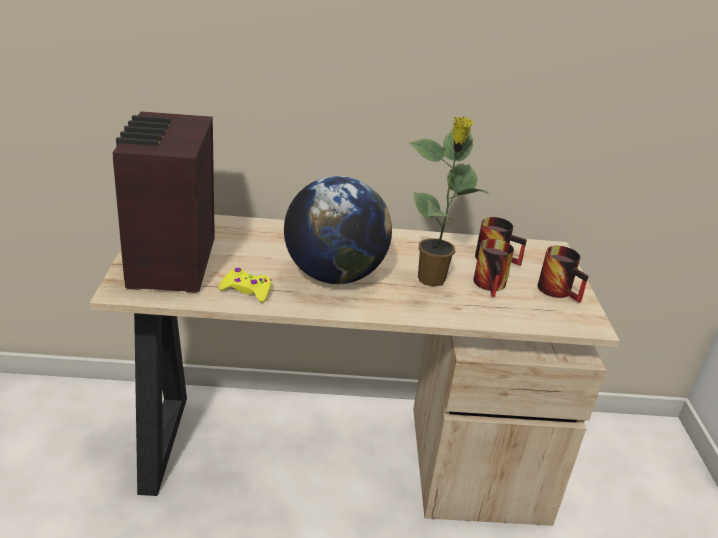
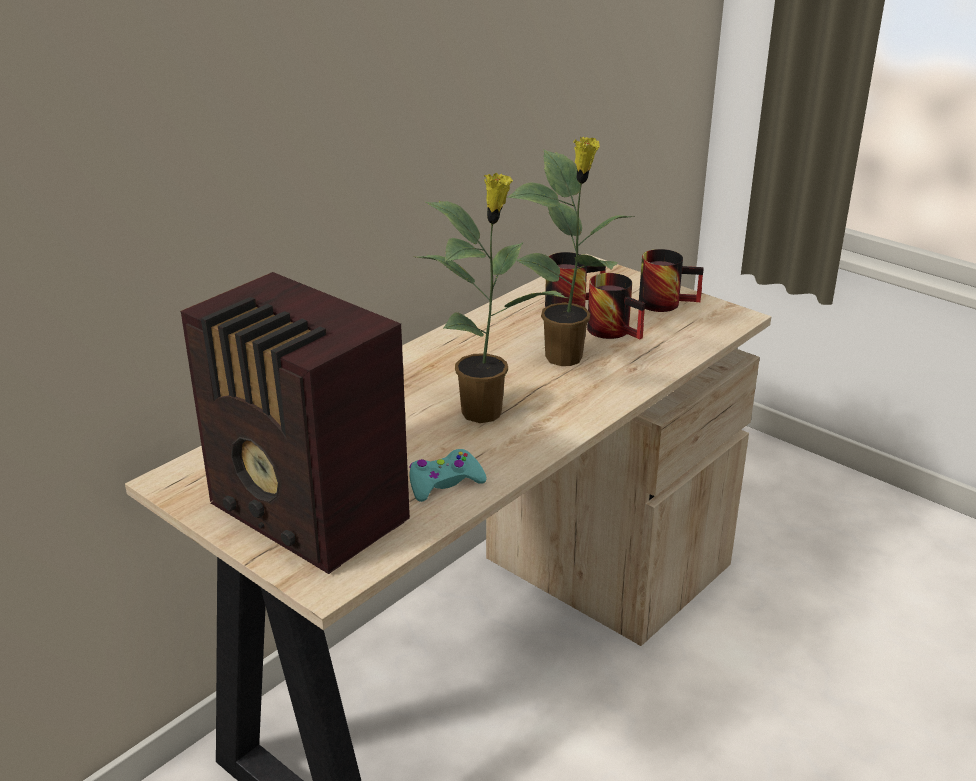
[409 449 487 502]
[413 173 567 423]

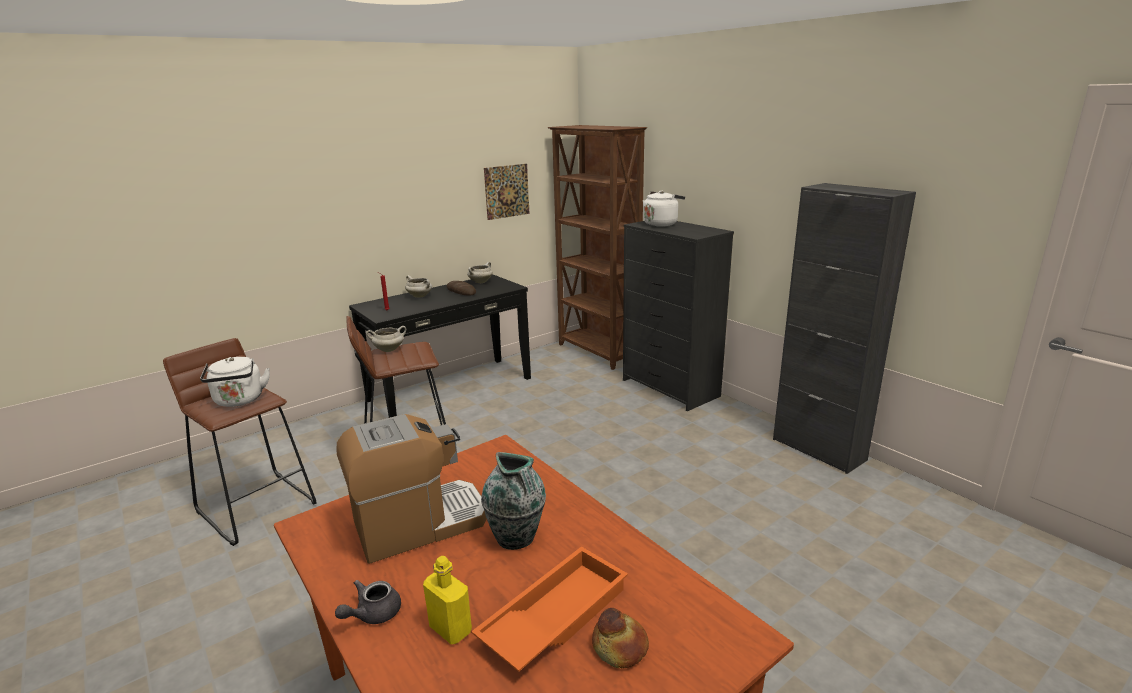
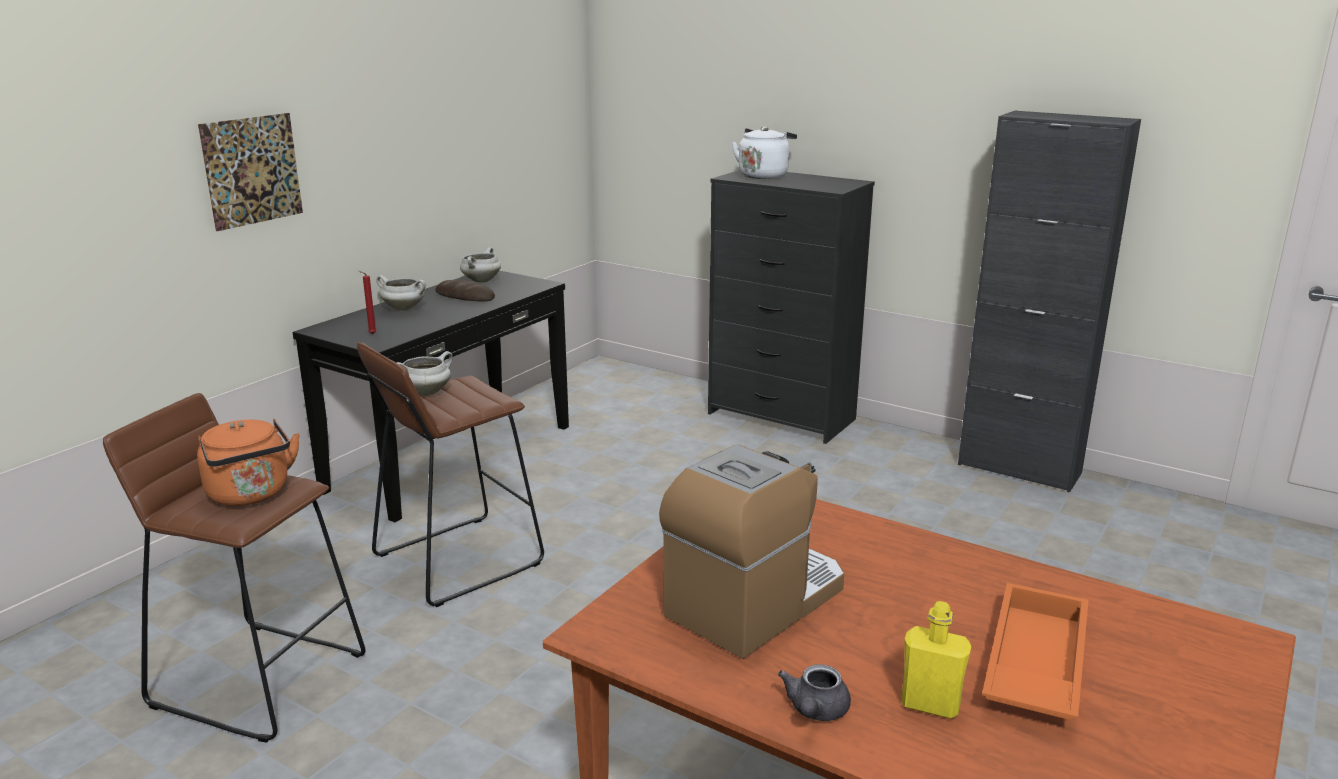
[197 419 300 506]
[481 452 546 550] (first image)
[198 113 303 231]
[548 125 647 370] (first image)
[592 608 649 668] (first image)

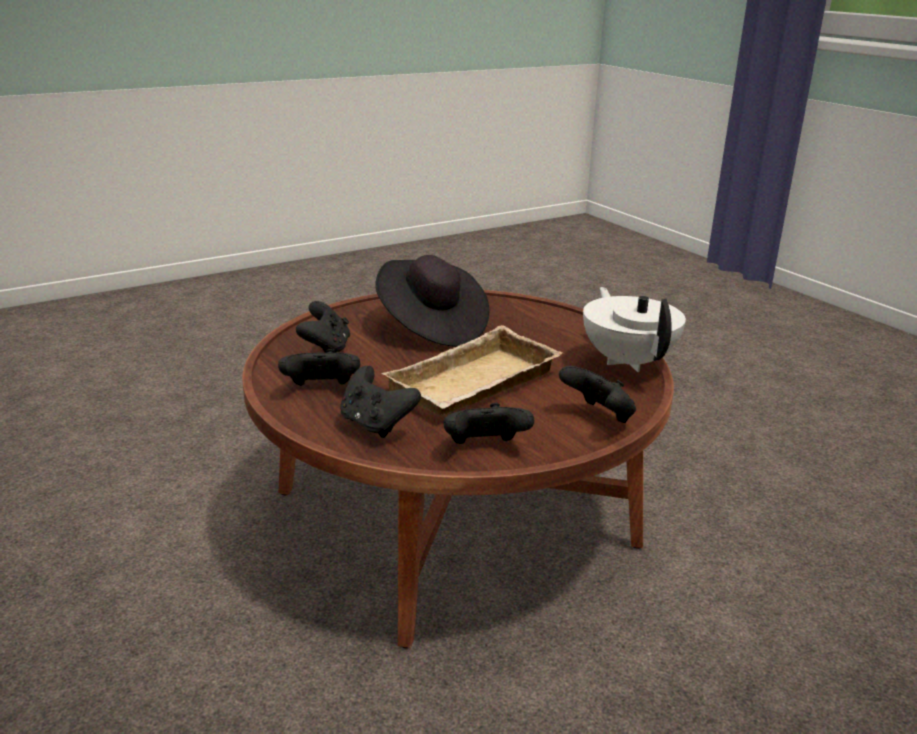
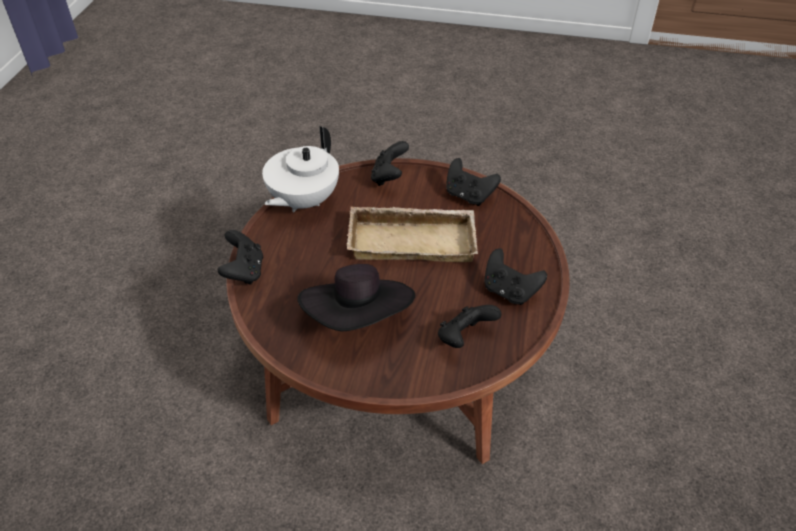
[218 230 263 285]

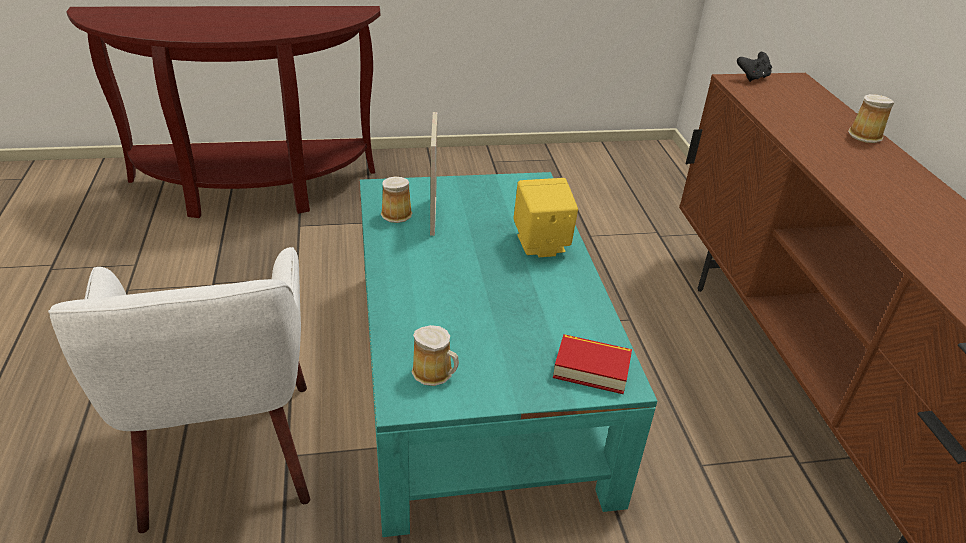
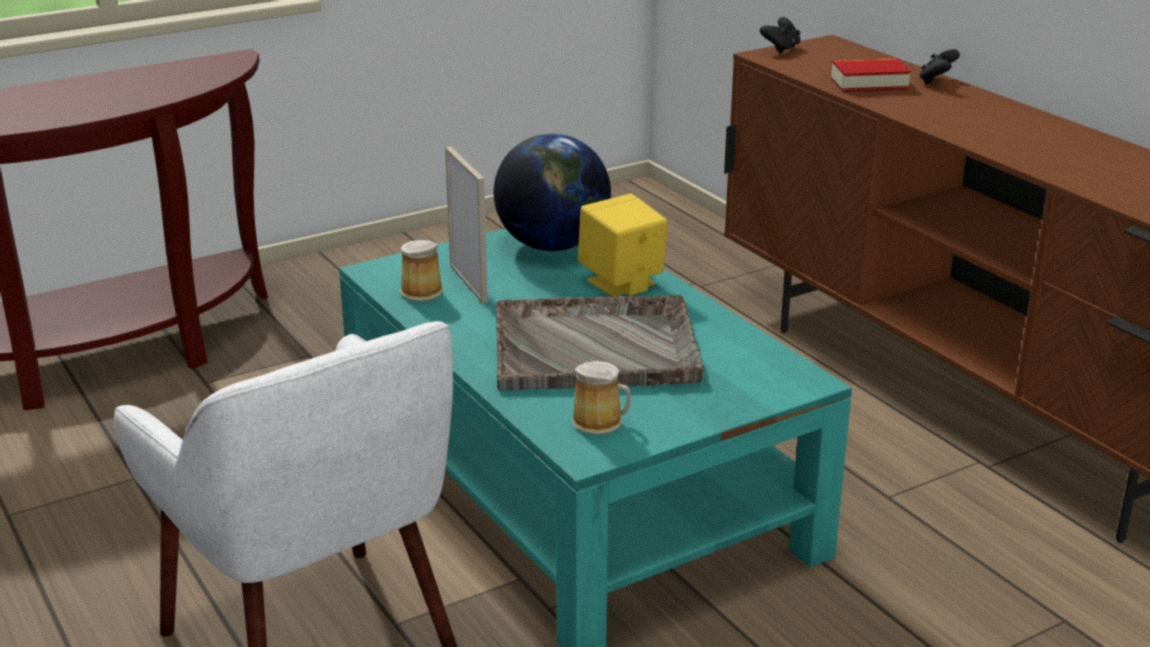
[830 58 911 92]
[919 49 960 85]
[494 134 611 251]
[496 295 704 390]

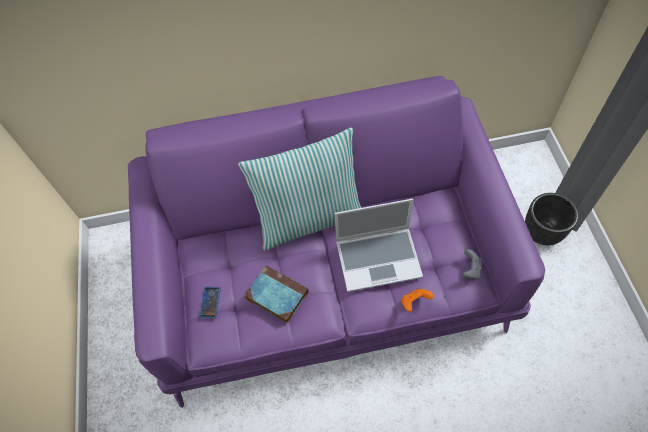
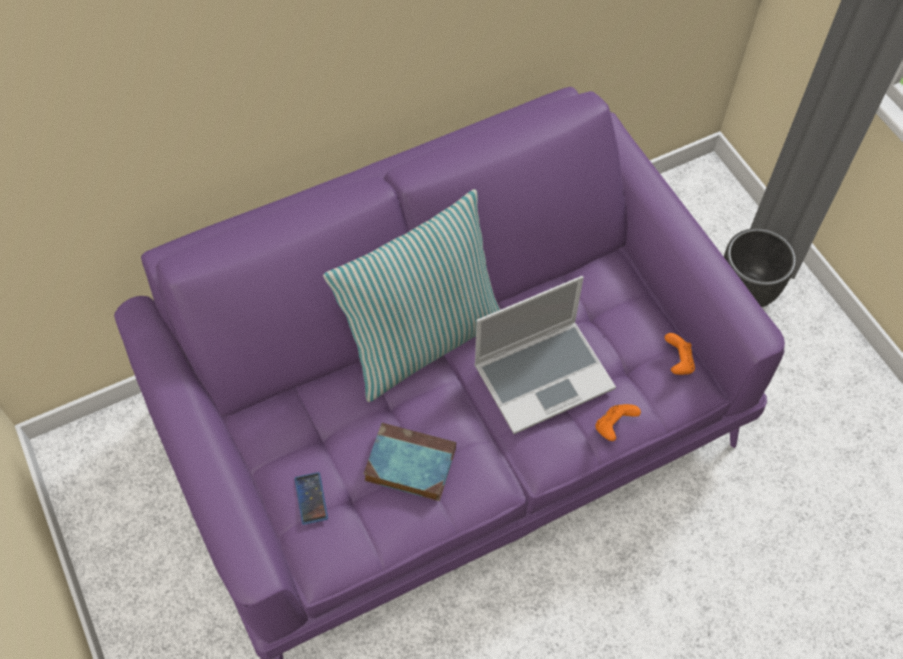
[665 333 695 375]

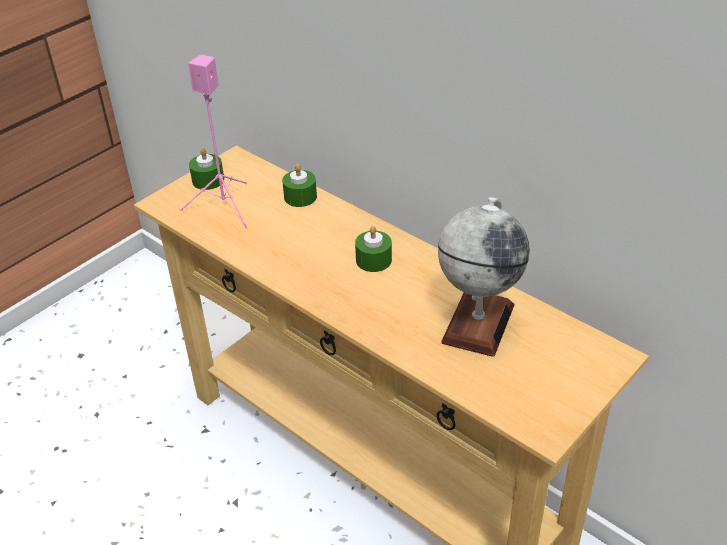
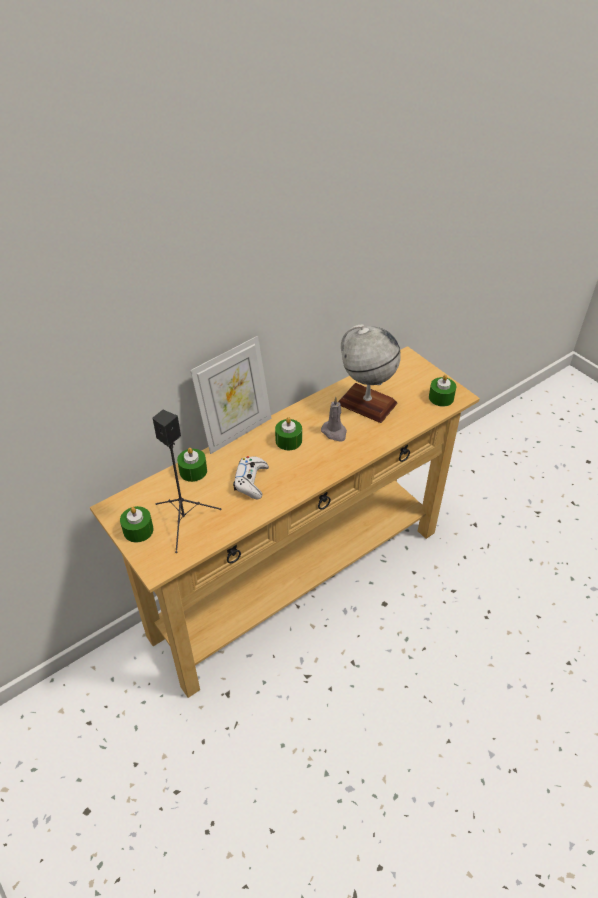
[153 410 222 553]
[190 336 272 454]
[233 456 269 499]
[321 397 347 442]
[429 375 456 407]

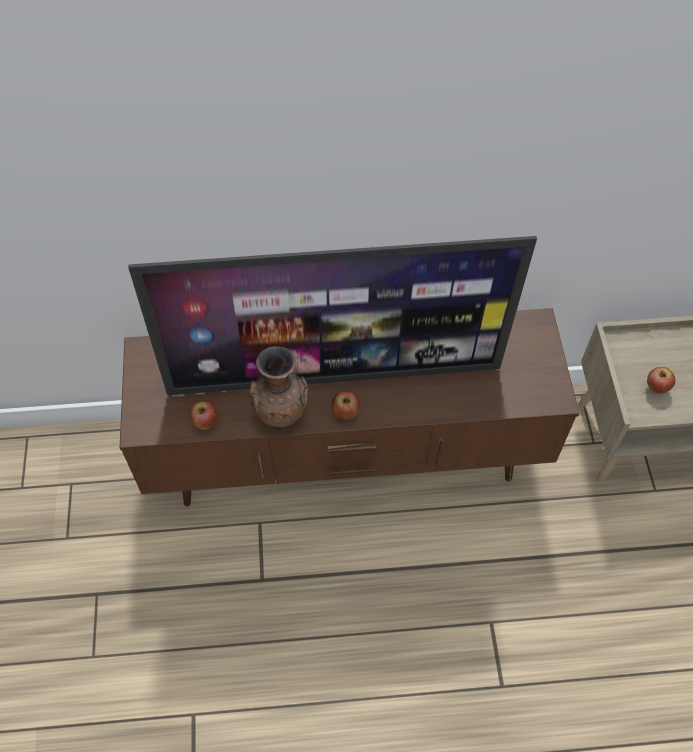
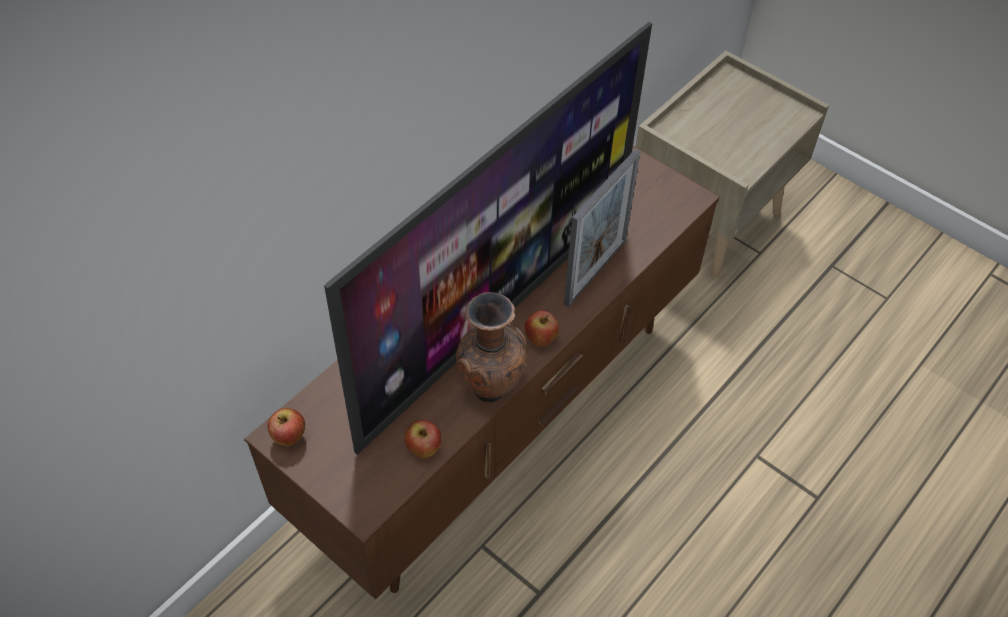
[268 408 305 446]
[564 149 640 307]

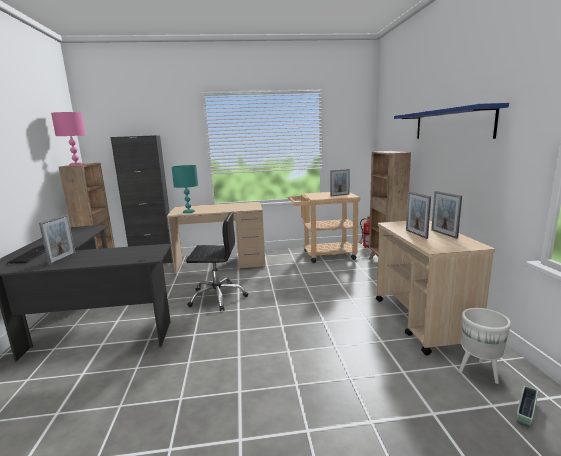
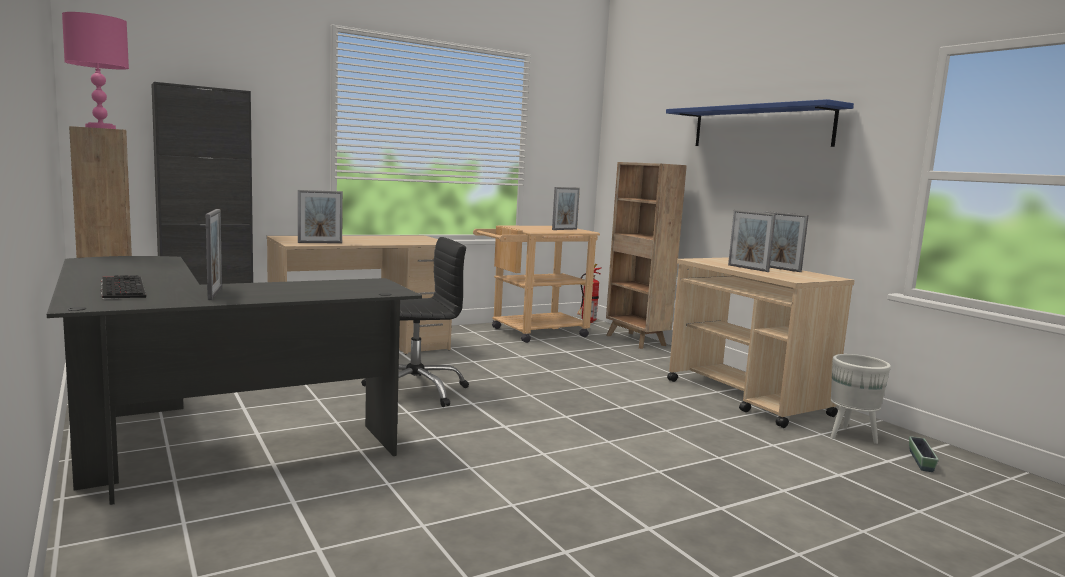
[298 190 343 243]

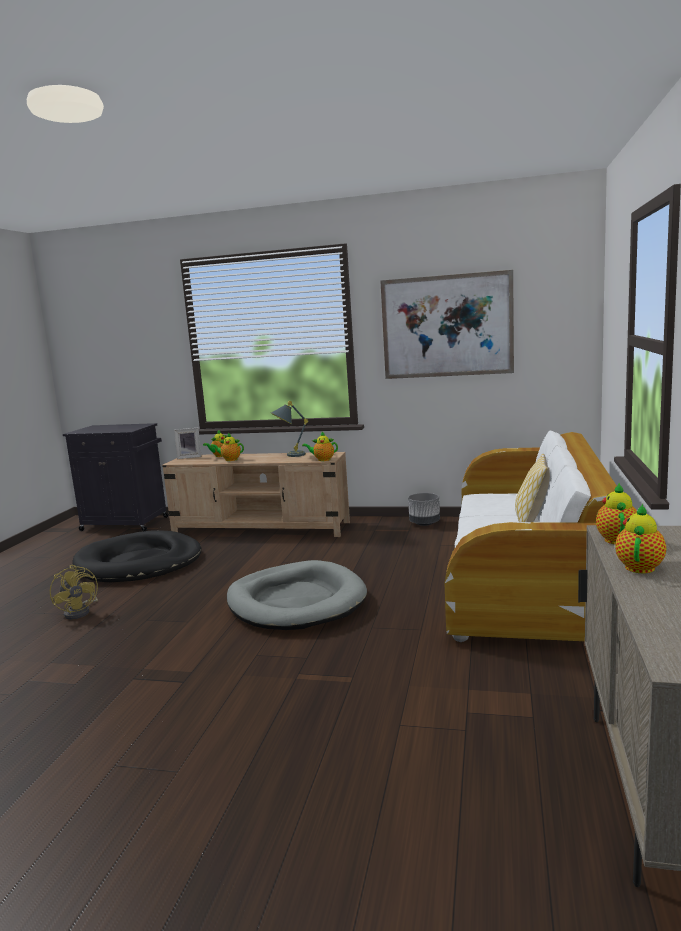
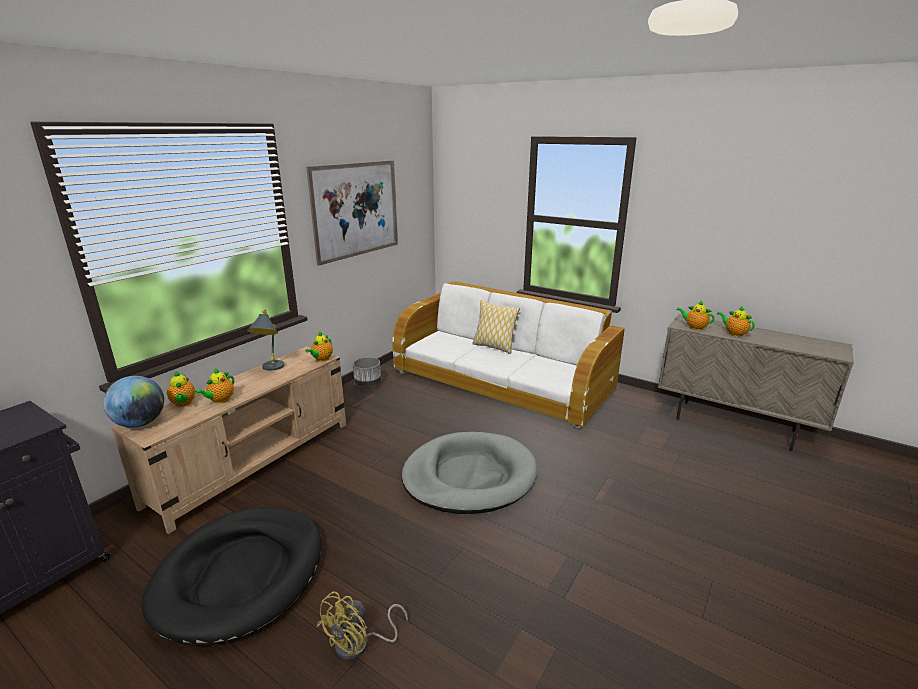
[316 592 408 660]
[103 376 164 428]

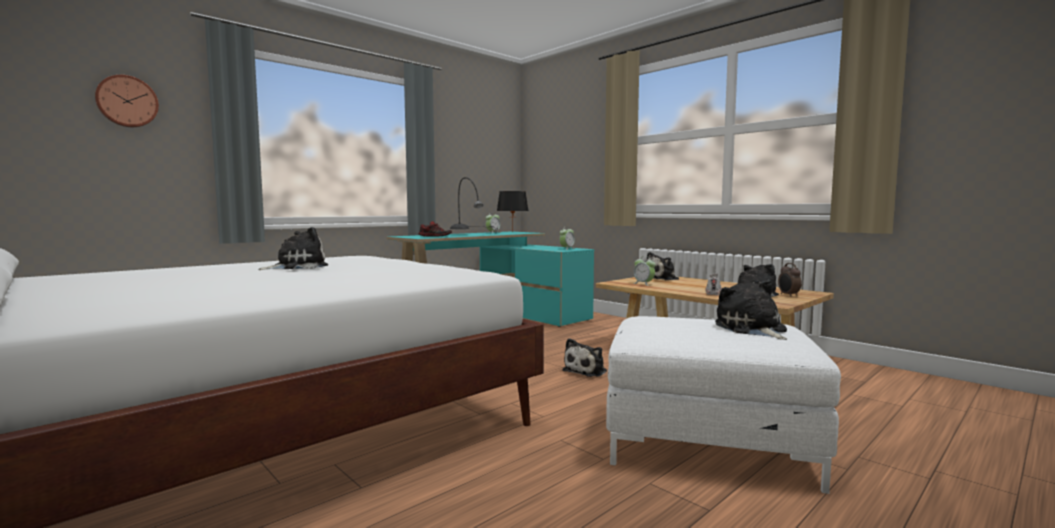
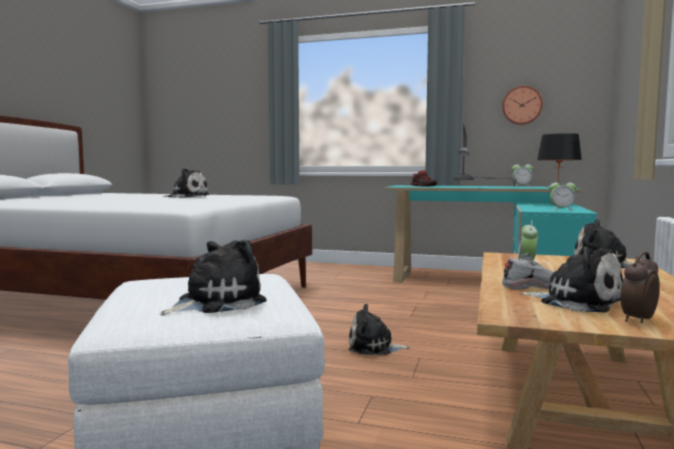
[502 86 543 125]

